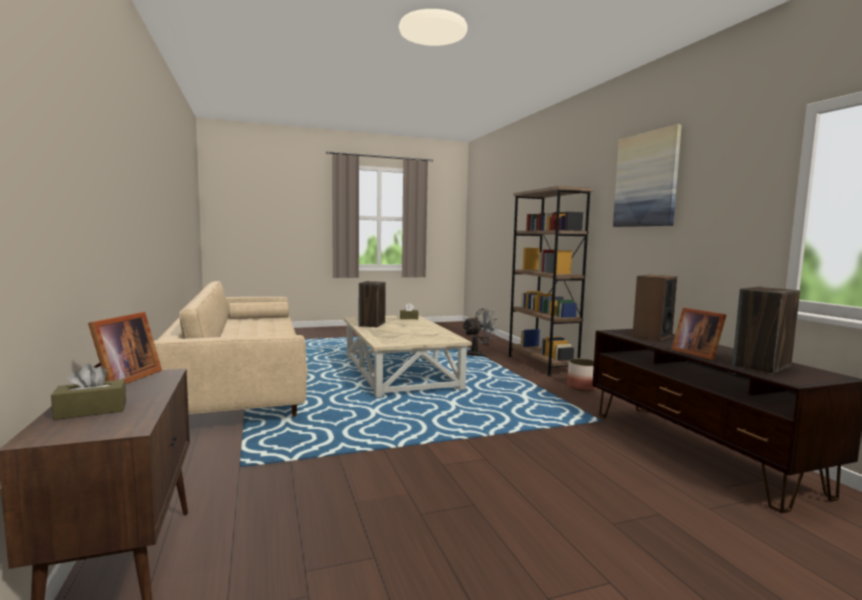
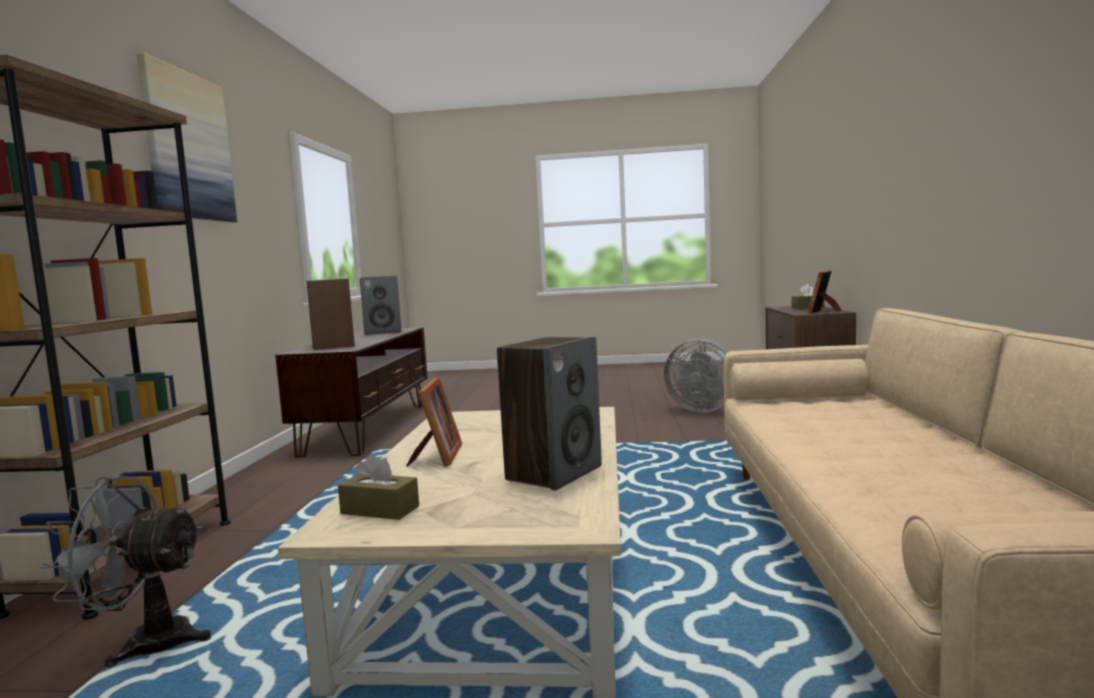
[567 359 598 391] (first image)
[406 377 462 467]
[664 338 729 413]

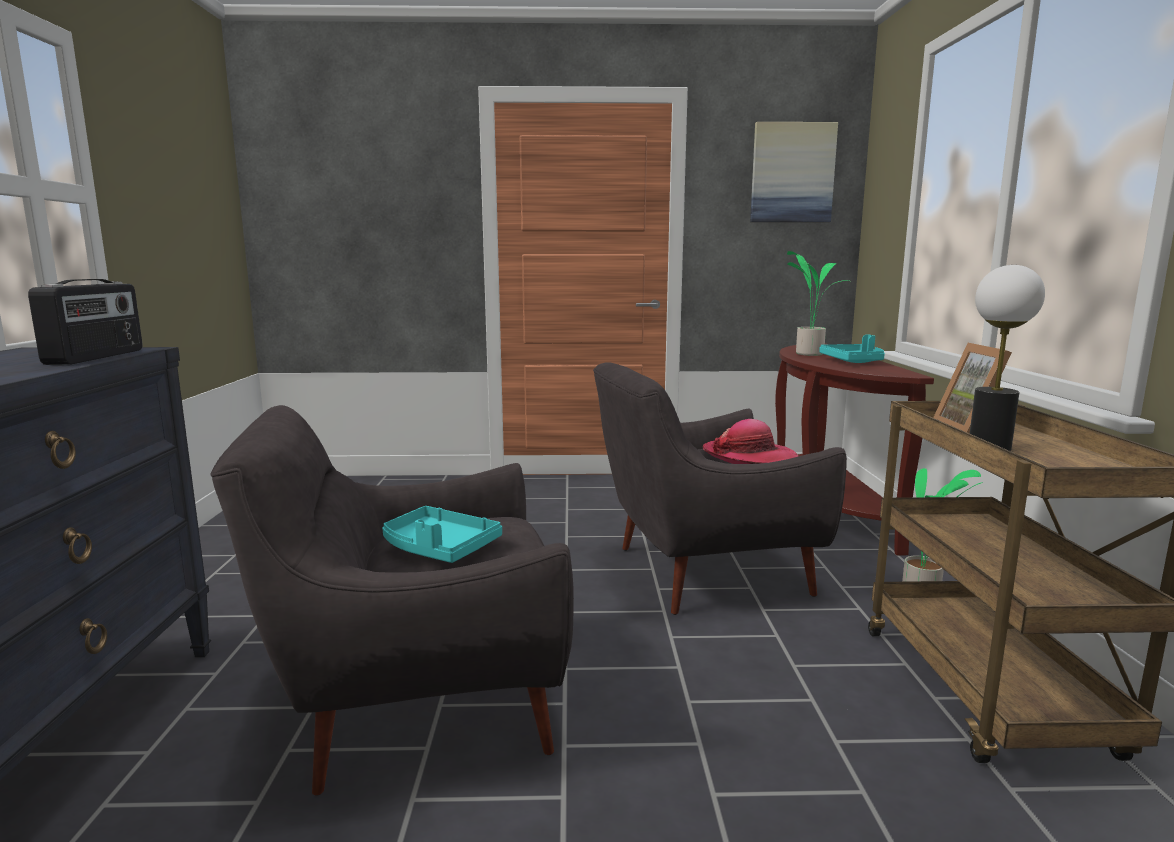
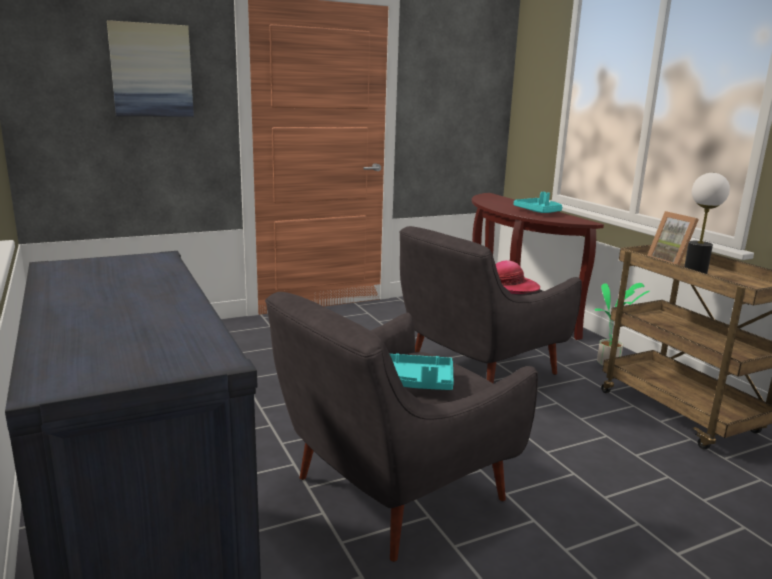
[28 279 142 365] (first image)
[107 20 194 117]
[787 251 852 356] (first image)

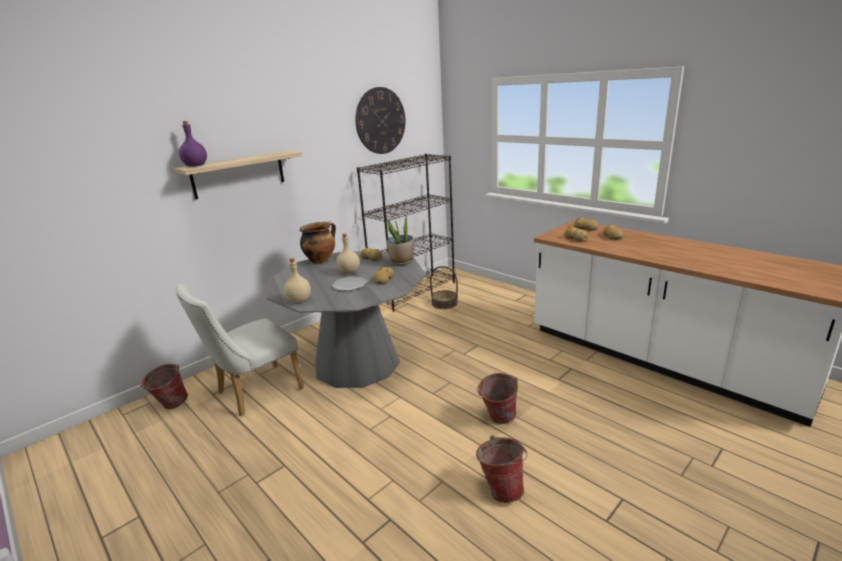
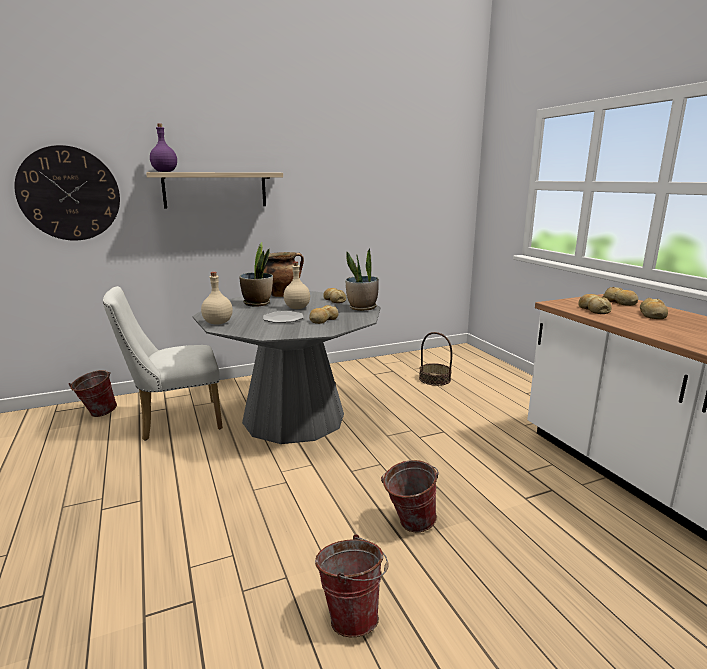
[15 145 120 241]
[357 154 455 312] (first image)
[239 242 273 307]

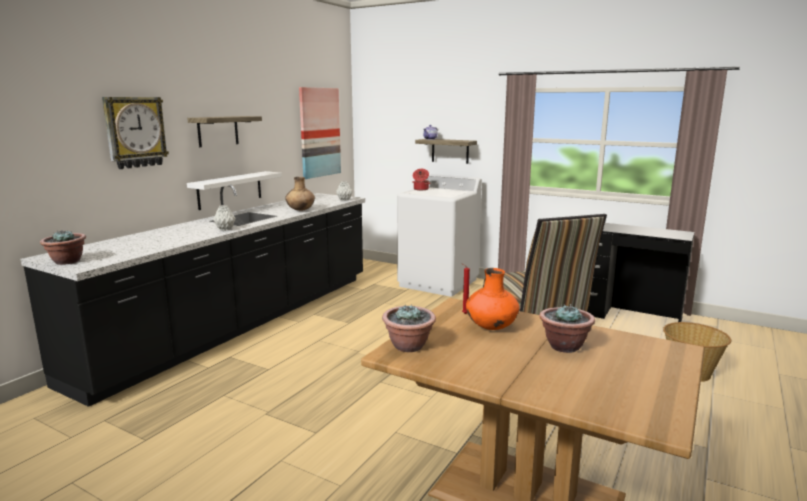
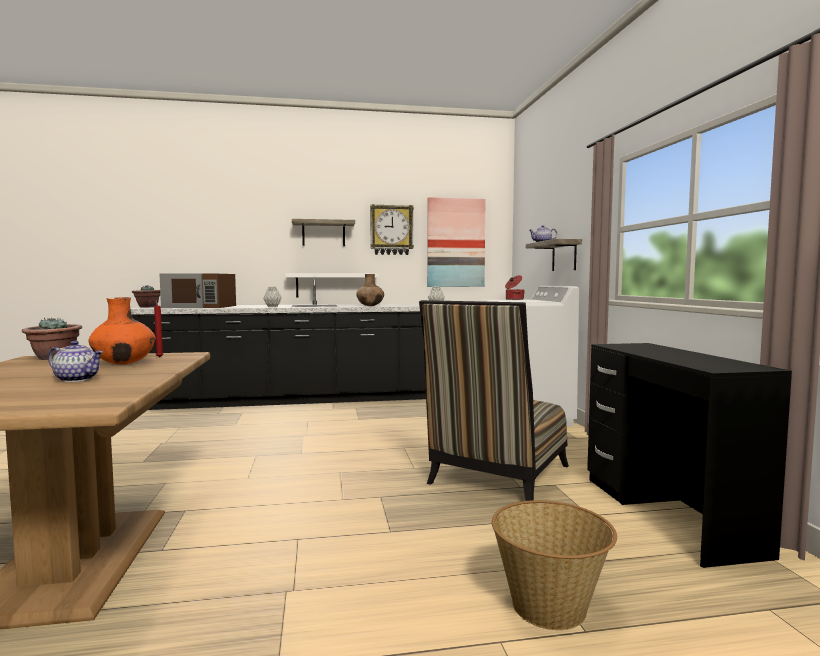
[370 204 414 255]
[48 341 103 382]
[160 274 236 308]

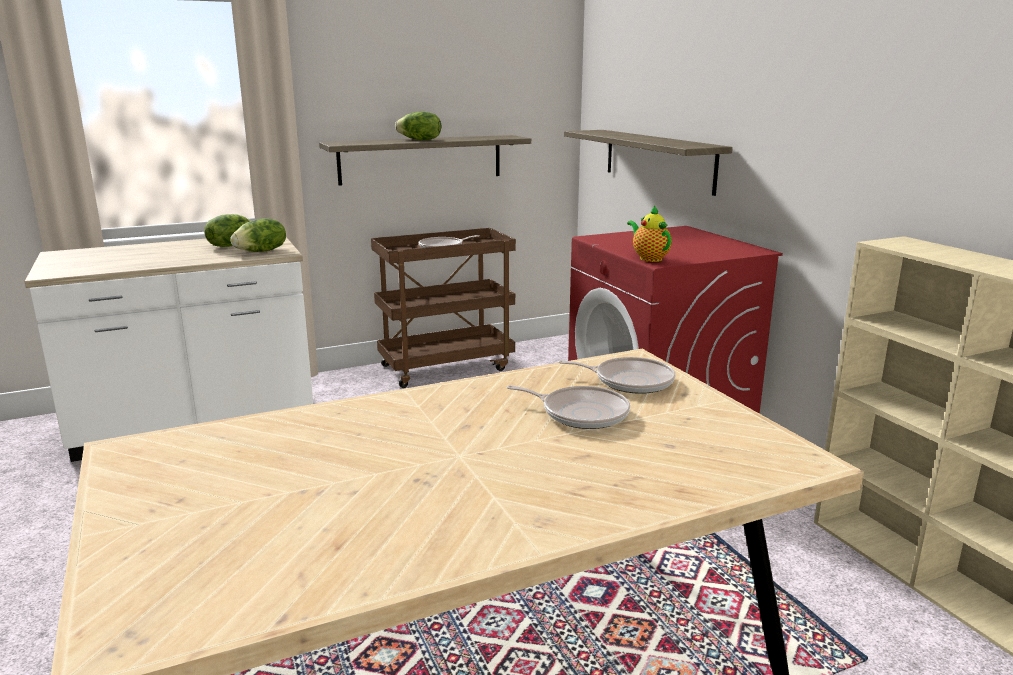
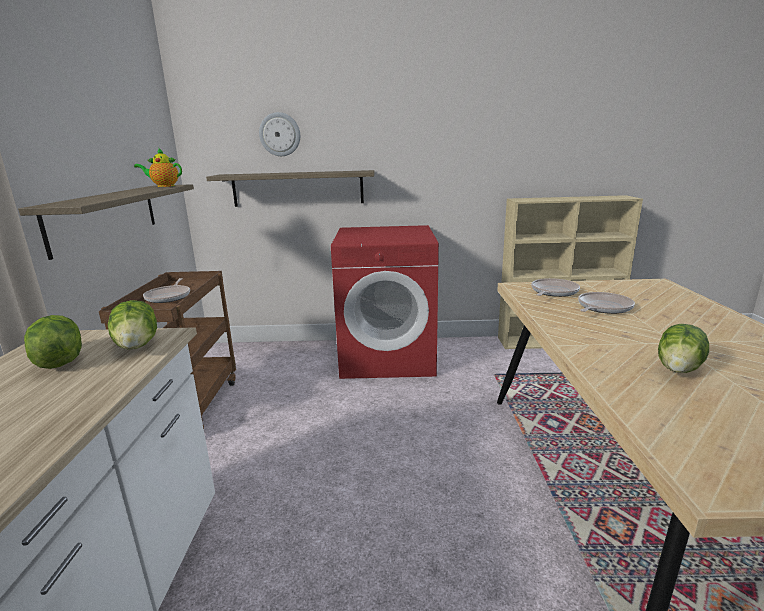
[658 324 709 373]
[134 148 182 187]
[259 112 300 156]

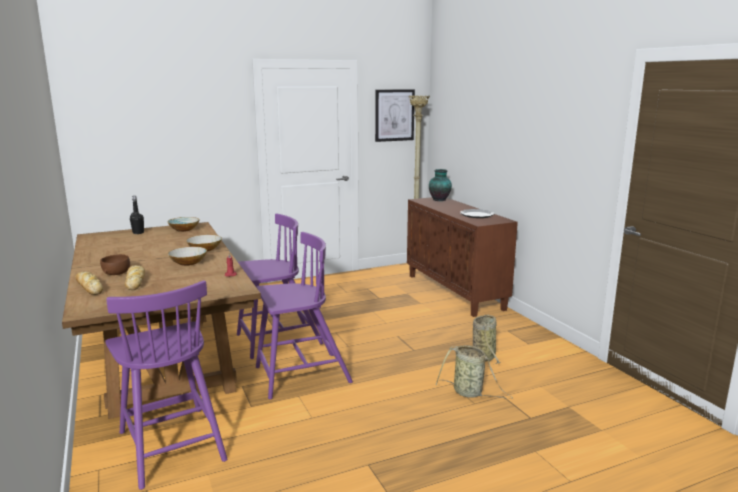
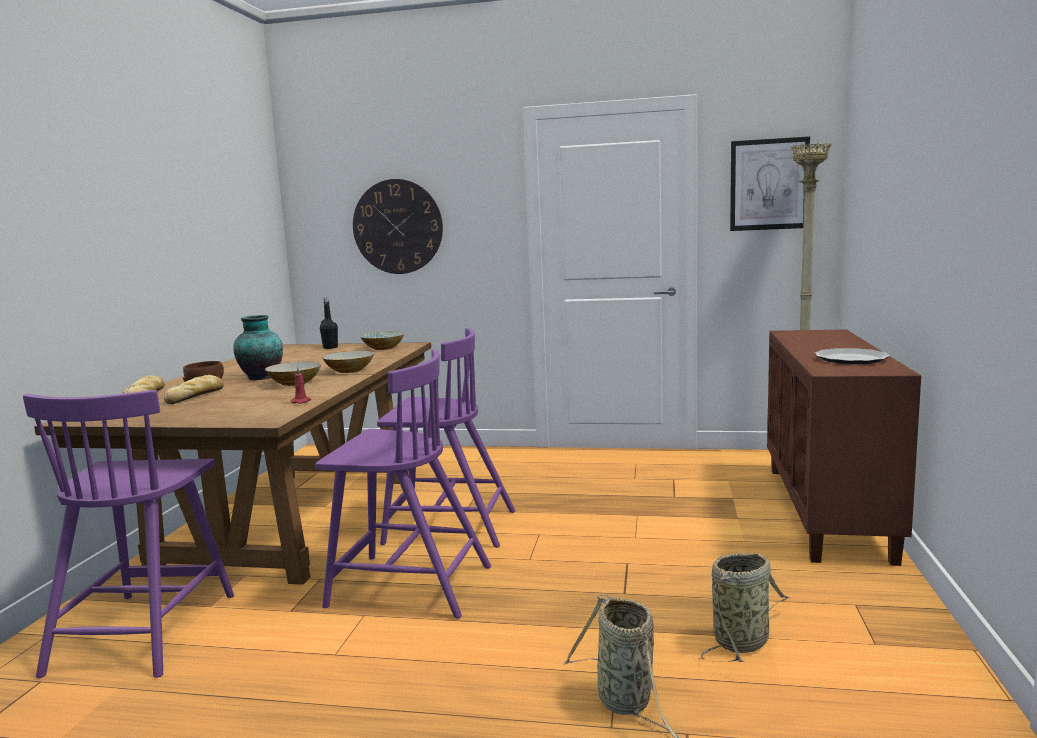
[233 315 283 380]
[353 179 443 274]

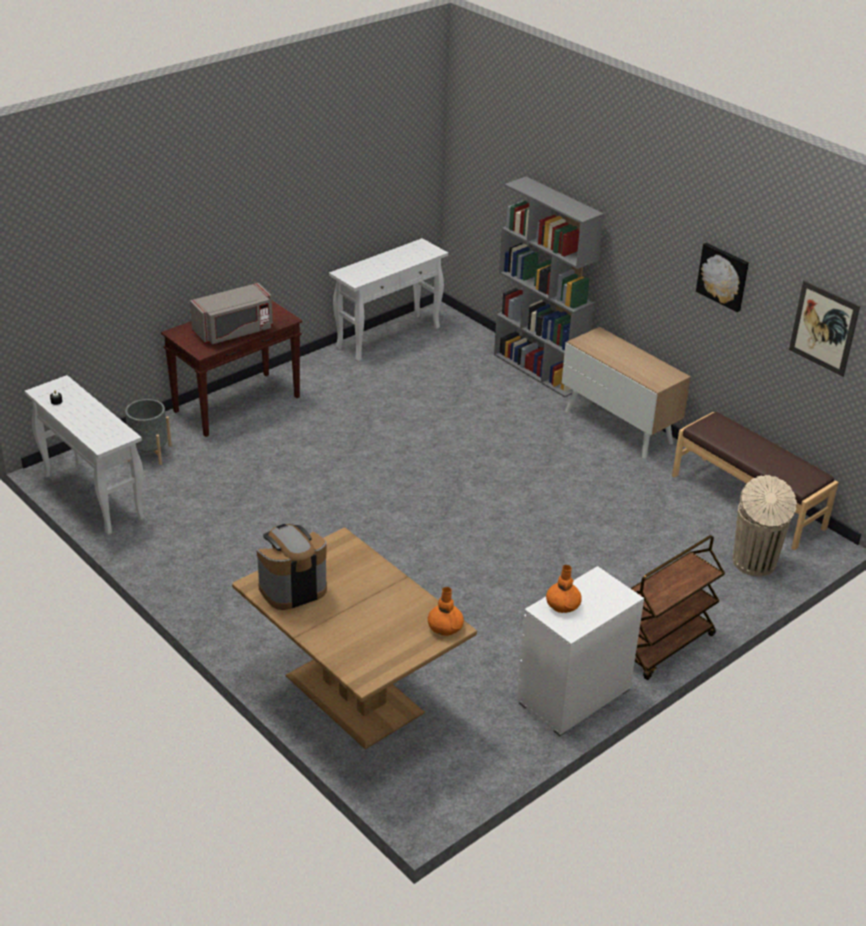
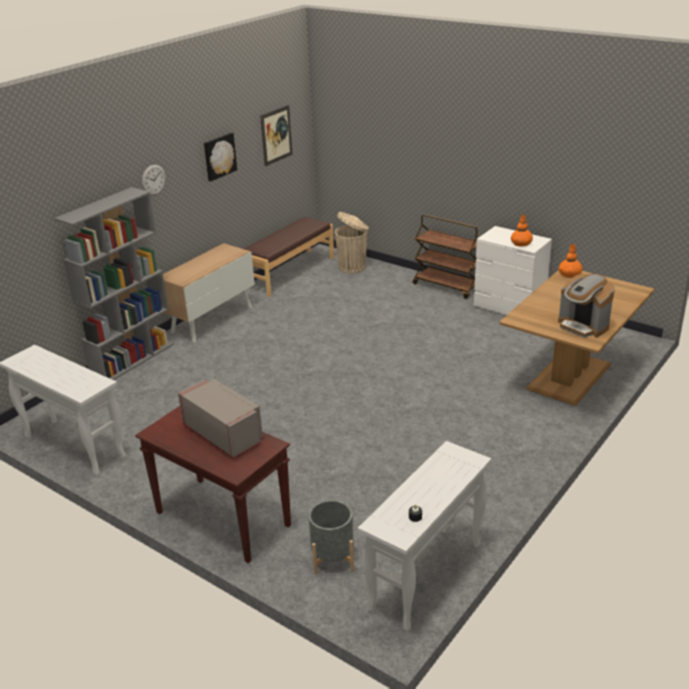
[142 165 165 196]

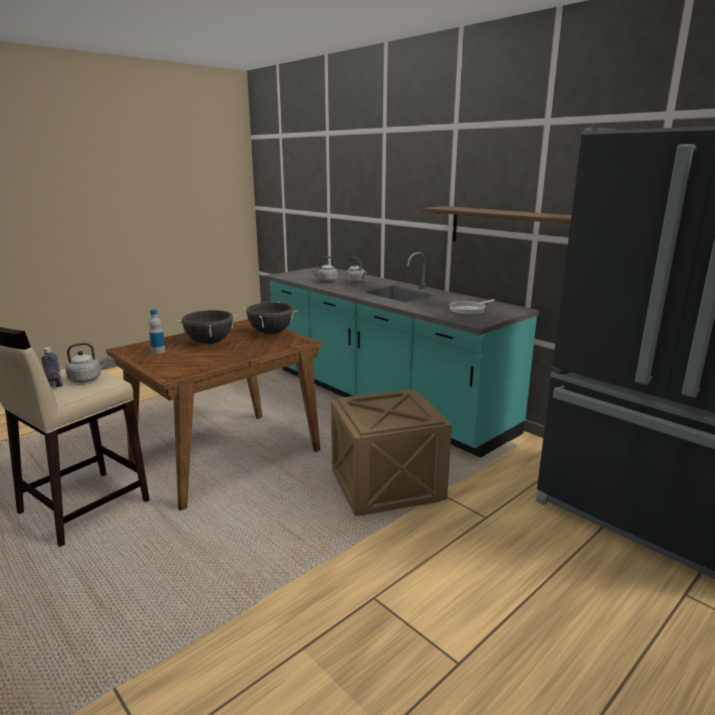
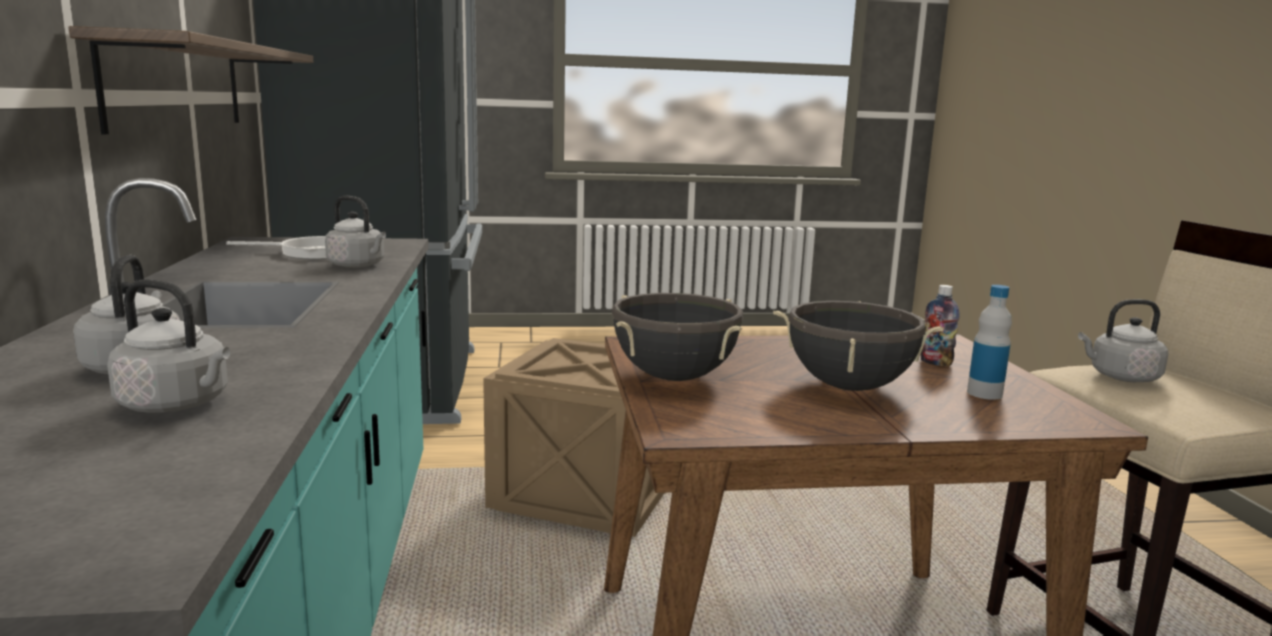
[920 285 960 367]
[325 196 386 268]

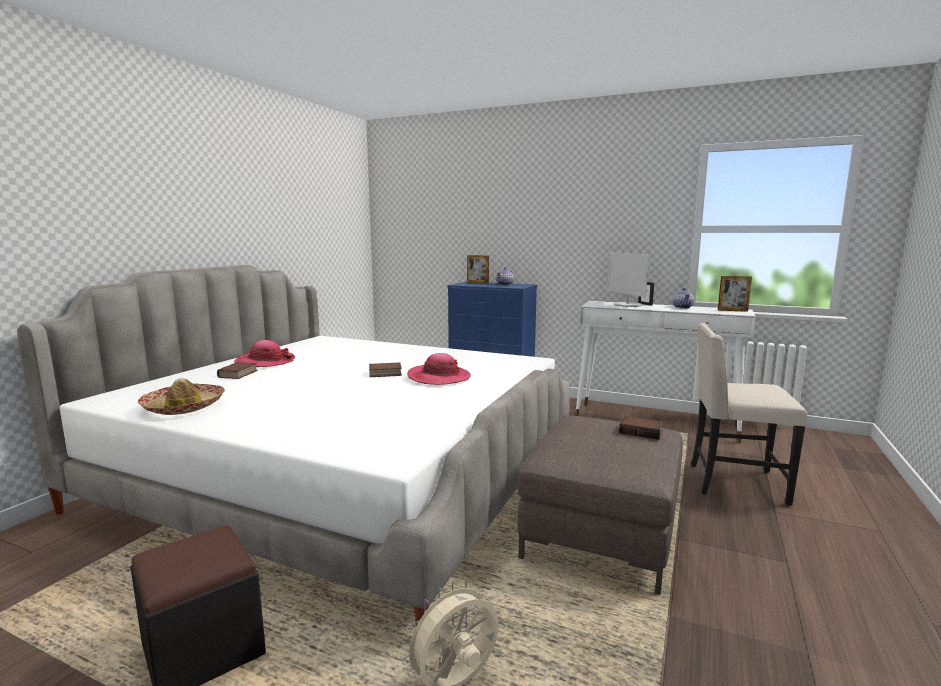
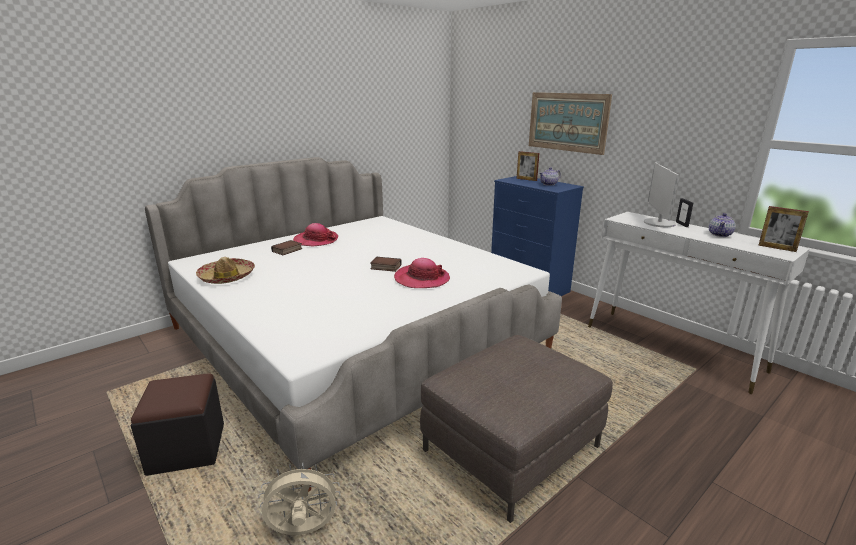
[619 416 663 440] (first image)
[691 323 807 506] (first image)
[529 92 612 155]

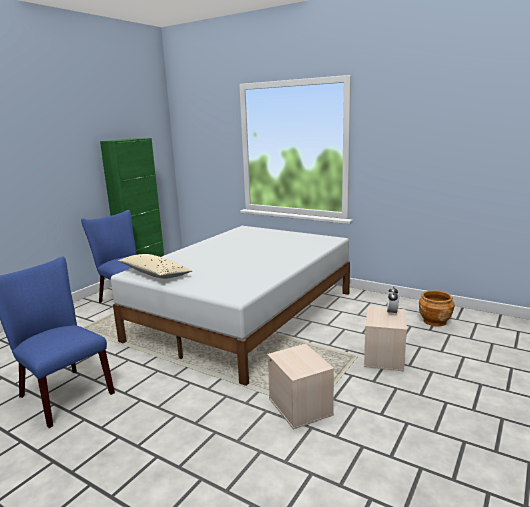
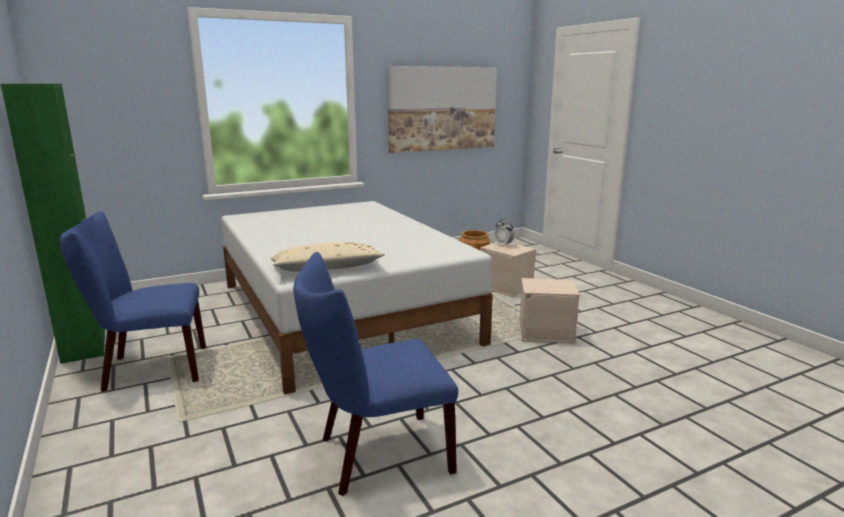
[388 66 497 153]

